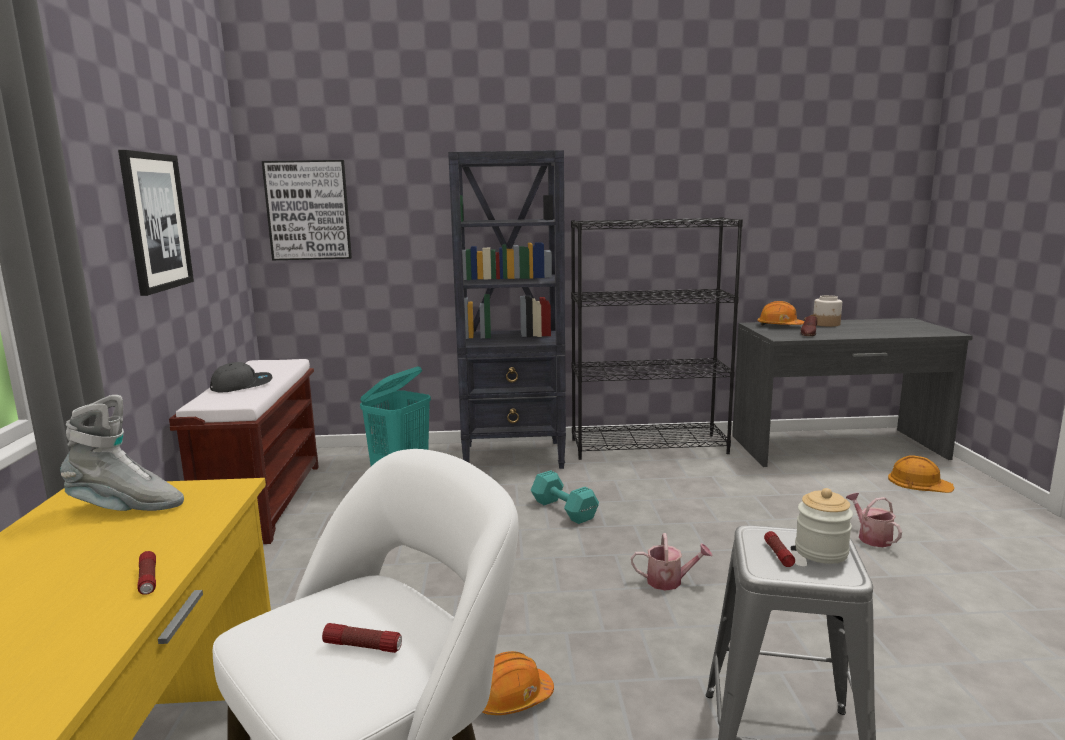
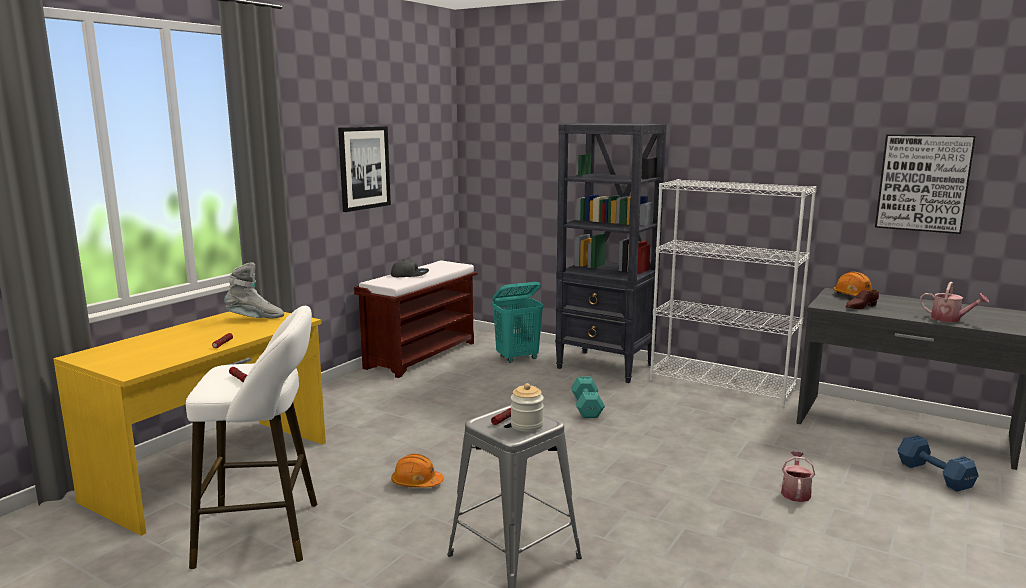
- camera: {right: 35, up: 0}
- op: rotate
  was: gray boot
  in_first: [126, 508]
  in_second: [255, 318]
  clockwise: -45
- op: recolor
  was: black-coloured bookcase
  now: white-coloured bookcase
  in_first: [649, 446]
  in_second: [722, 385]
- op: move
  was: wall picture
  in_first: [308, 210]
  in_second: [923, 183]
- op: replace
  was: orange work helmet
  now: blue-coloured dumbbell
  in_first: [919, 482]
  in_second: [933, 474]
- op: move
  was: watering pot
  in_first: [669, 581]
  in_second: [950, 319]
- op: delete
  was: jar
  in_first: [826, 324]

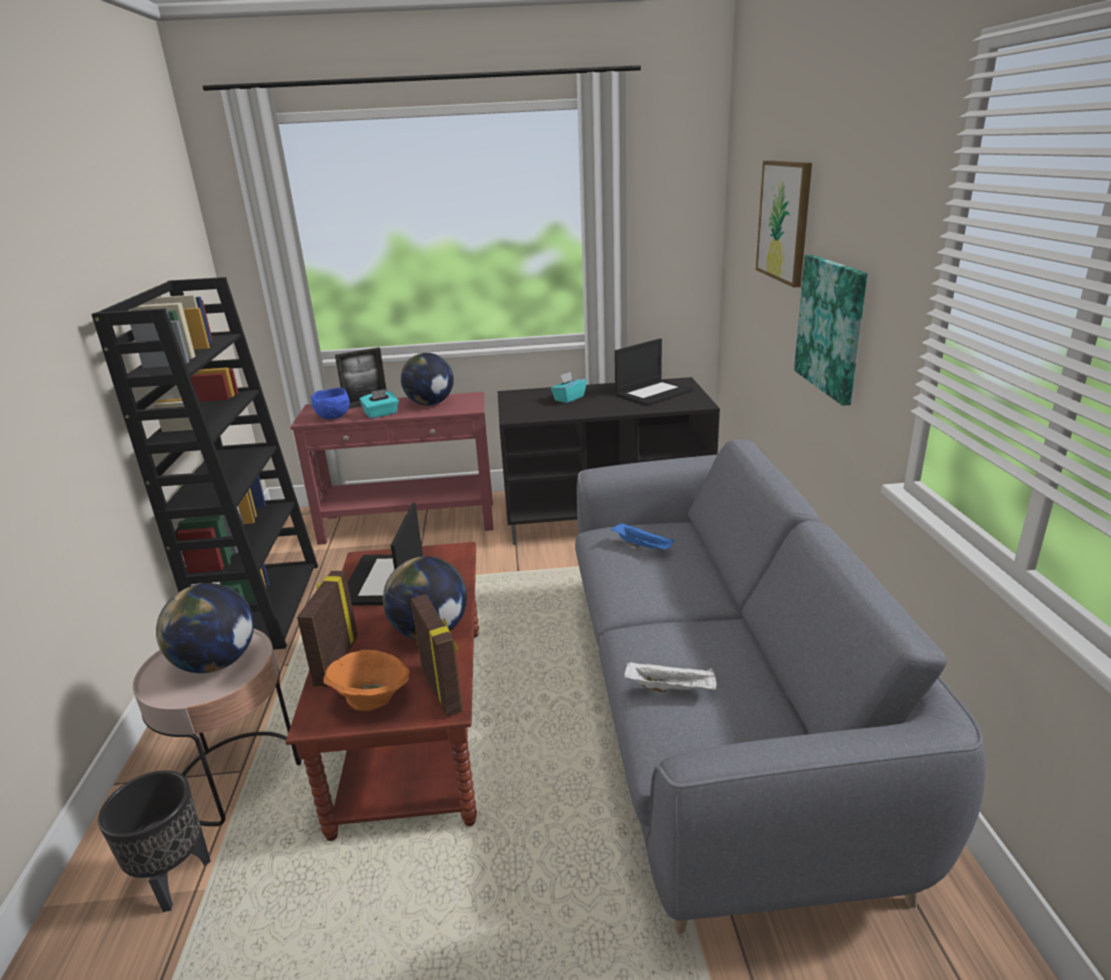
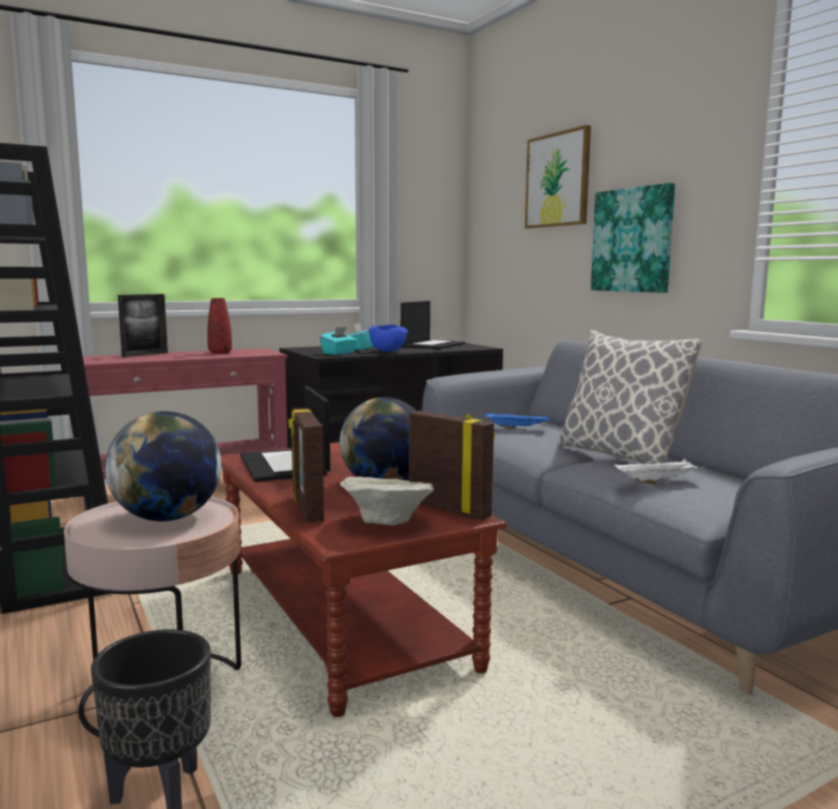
- camera: {right: -25, up: -15}
- op: replace
  was: desk globe
  now: red-coloured decorative vase
  in_first: [430, 404]
  in_second: [220, 353]
- op: move
  was: turquoise tissue holder
  in_first: [381, 414]
  in_second: [339, 353]
- op: recolor
  was: orange deep dish
  now: beige-coloured deep dish
  in_first: [372, 700]
  in_second: [386, 523]
- op: move
  was: blue-coloured deep dish
  in_first: [334, 417]
  in_second: [388, 351]
- op: insert
  now: pillow
  in_second: [619, 456]

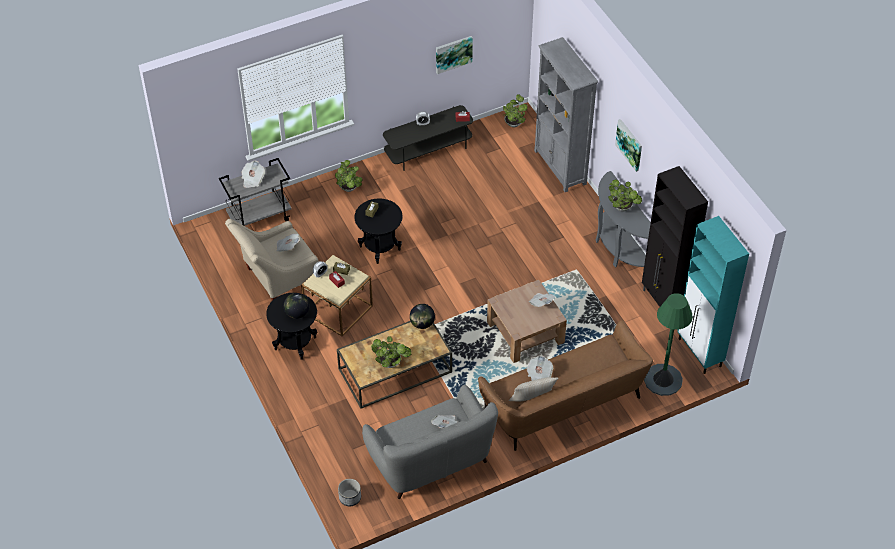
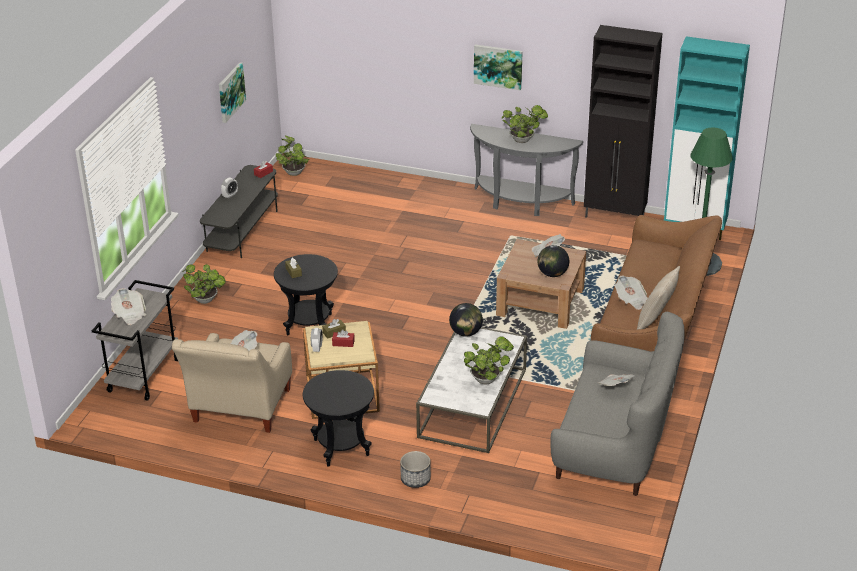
- camera: {right: -45, up: -15}
- op: move
  was: planter
  in_first: [349, 498]
  in_second: [415, 479]
- op: recolor
  was: brownish low table
  now: white-coloured low table
  in_first: [395, 371]
  in_second: [473, 403]
- op: move
  was: desk globe
  in_first: [297, 313]
  in_second: [552, 274]
- op: delete
  was: gray bookcase
  in_first: [560, 167]

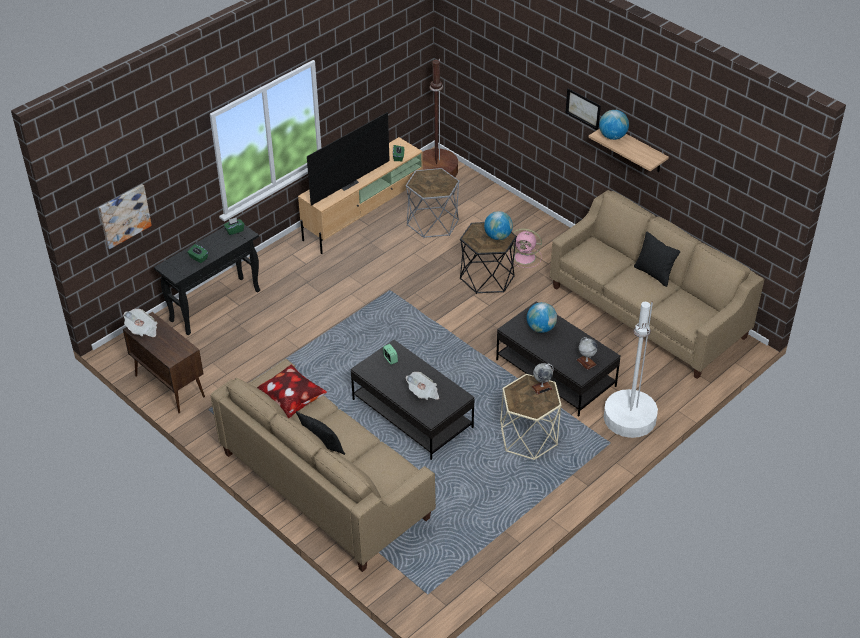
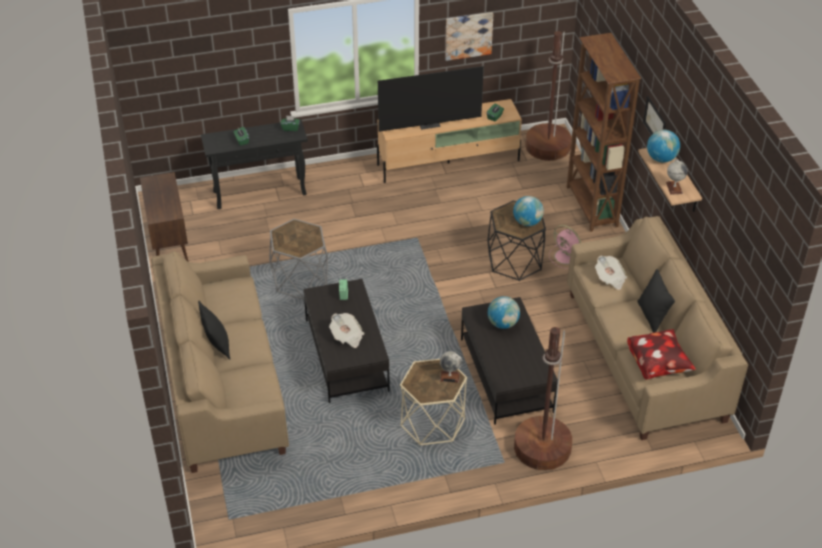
- camera: {right: 30, up: 0}
- op: move
  was: gray side table
  in_first: [432, 223]
  in_second: [300, 280]
- op: move
  was: wall picture
  in_first: [124, 215]
  in_second: [468, 35]
- op: recolor
  was: white-coloured standing lamp
  now: brownish standing lamp
  in_first: [629, 418]
  in_second: [542, 448]
- op: insert
  now: brownish bookcase
  in_second: [591, 207]
- op: move
  was: newspaper
  in_first: [142, 330]
  in_second: [610, 279]
- op: move
  was: pillow
  in_first: [291, 401]
  in_second: [658, 364]
- op: move
  was: desk globe
  in_first: [586, 362]
  in_second: [674, 188]

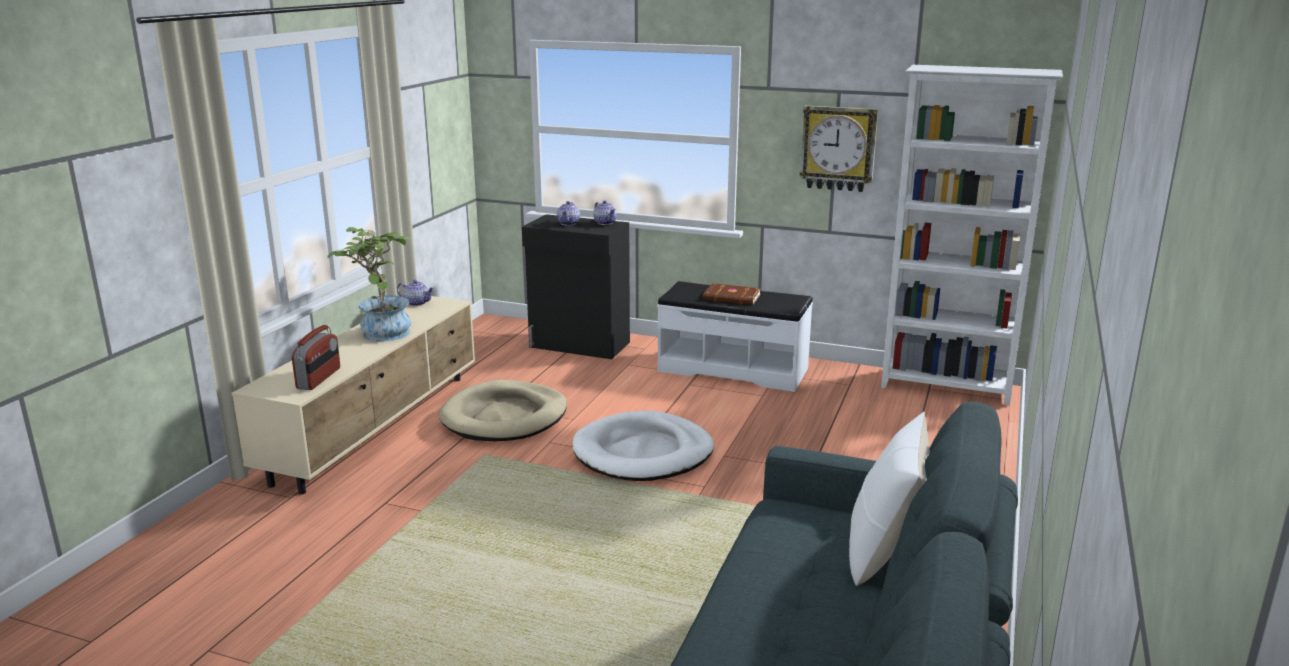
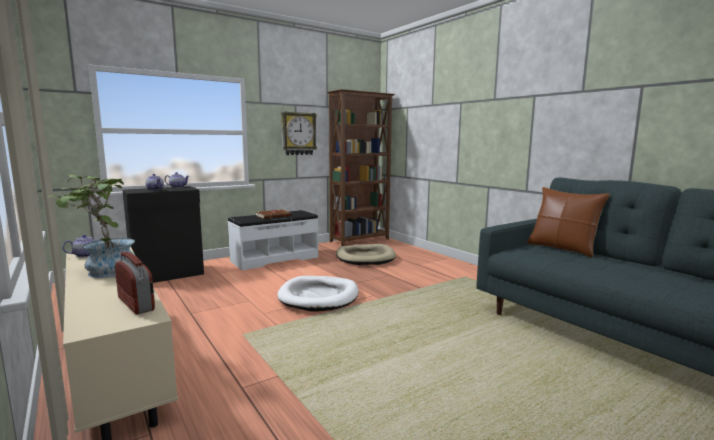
- camera: {right: -55, up: -10}
- op: recolor
  was: white-coloured bookcase
  now: brownish bookcase
  in_first: [947, 387]
  in_second: [360, 240]
- op: move
  was: beige-coloured dog bed
  in_first: [504, 417]
  in_second: [365, 257]
- op: recolor
  was: white-coloured pillow
  now: brownish pillow
  in_first: [883, 550]
  in_second: [562, 249]

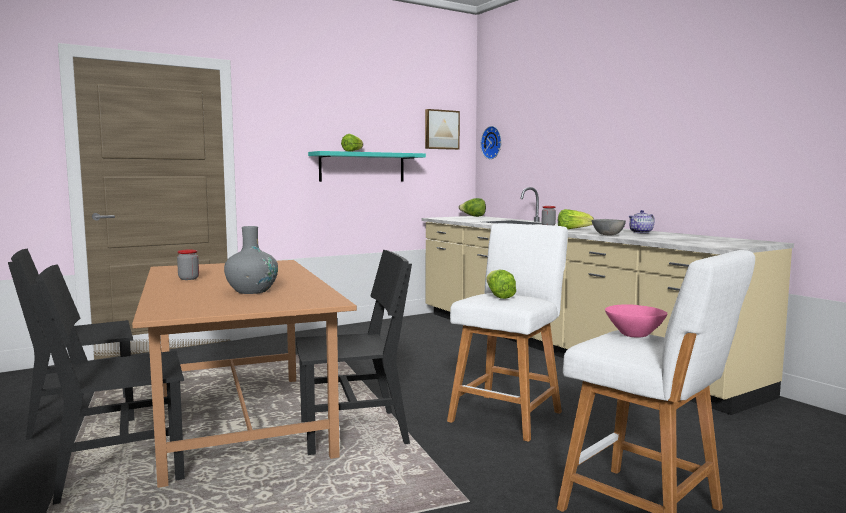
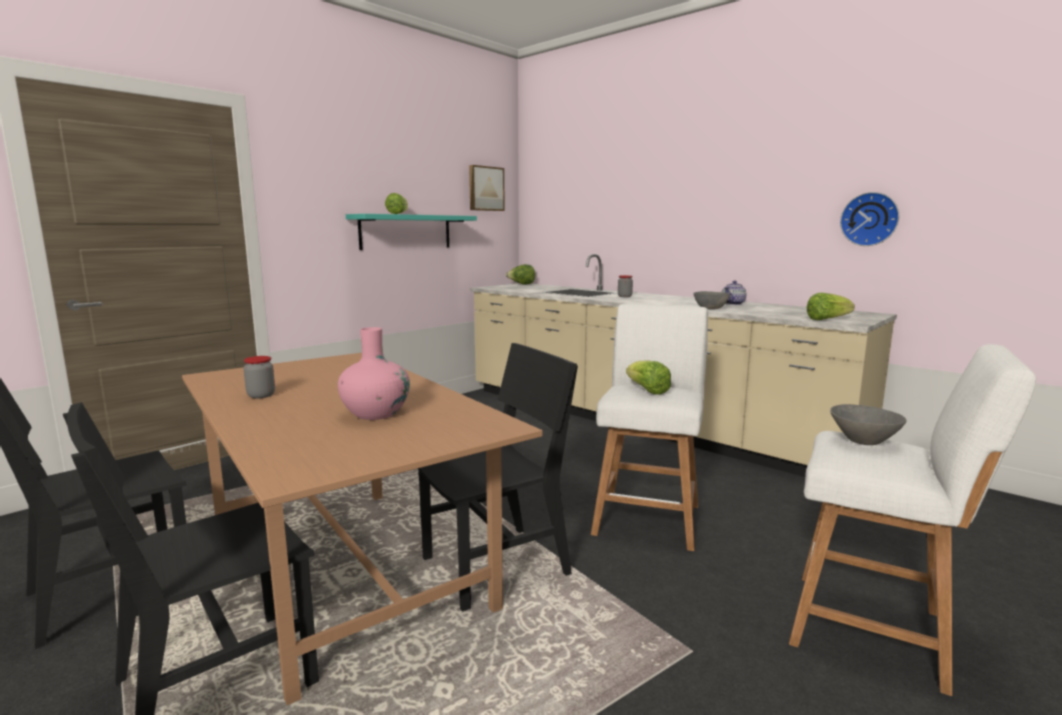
- camera: {right: -15, up: 5}
- op: recolor
  was: gray decorative vase
  now: pinkish decorative vase
  in_first: [252, 291]
  in_second: [375, 414]
- op: move
  was: lettuce head
  in_first: [572, 230]
  in_second: [827, 319]
- op: recolor
  was: pinkish deep dish
  now: gray deep dish
  in_first: [635, 334]
  in_second: [863, 440]
- op: move
  was: wall clock
  in_first: [493, 142]
  in_second: [870, 219]

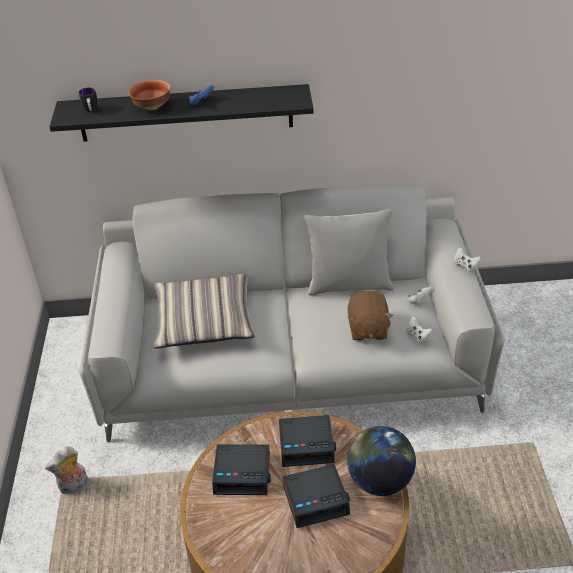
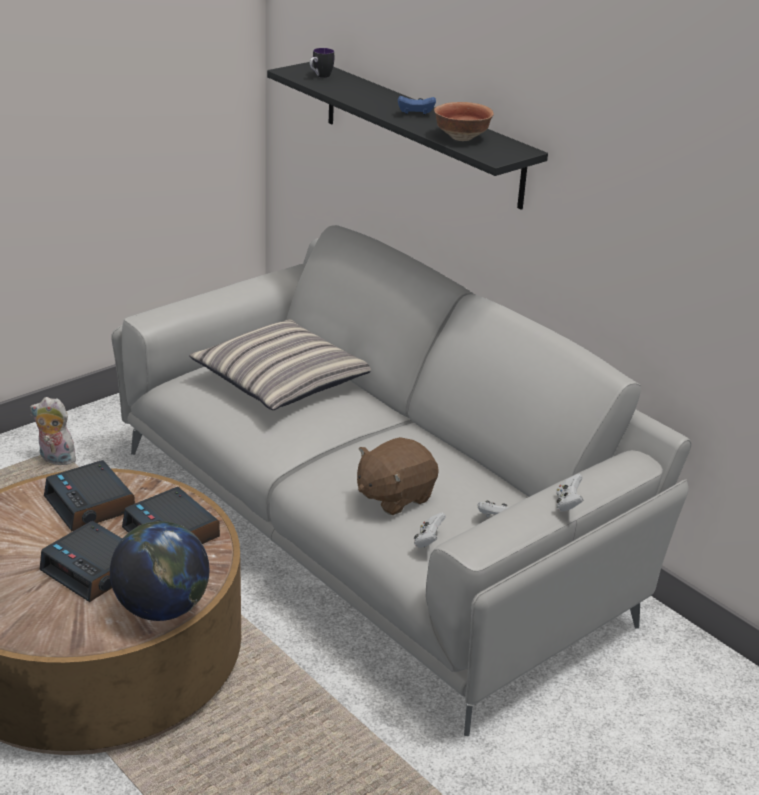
- camera: {right: 50, up: -10}
- op: move
  was: deep dish
  in_first: [152, 107]
  in_second: [461, 138]
- op: delete
  was: gray pillow
  in_first: [349, 284]

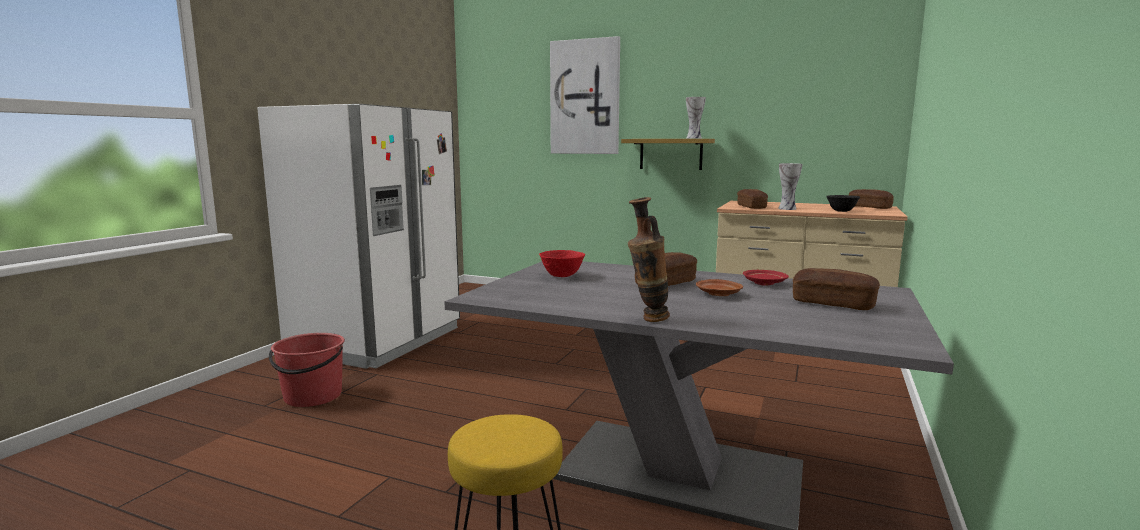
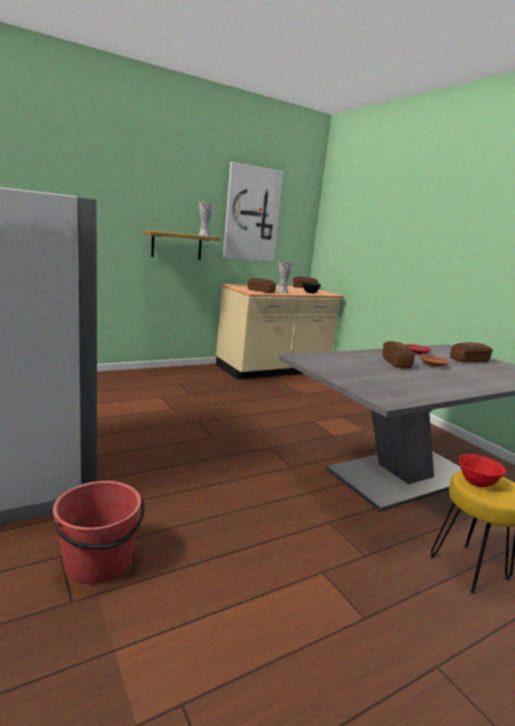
- camera: {right: -55, up: 5}
- op: move
  was: wall picture
  in_first: [585, 97]
  in_second: [251, 214]
- op: move
  was: red-coloured deep dish
  in_first: [562, 276]
  in_second: [476, 483]
- op: delete
  was: decorative vase
  in_first: [647, 319]

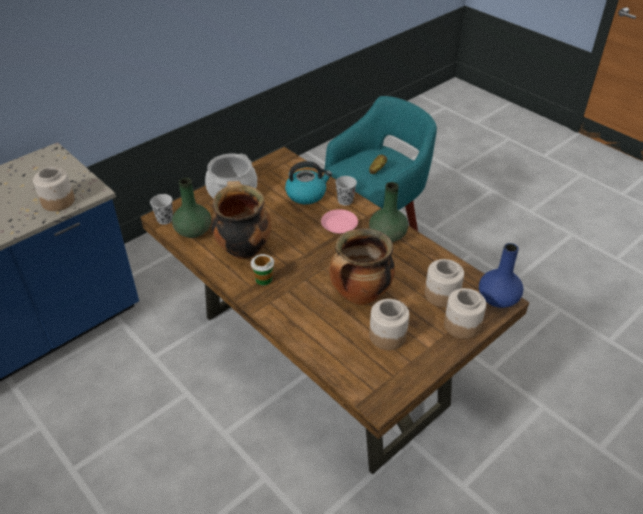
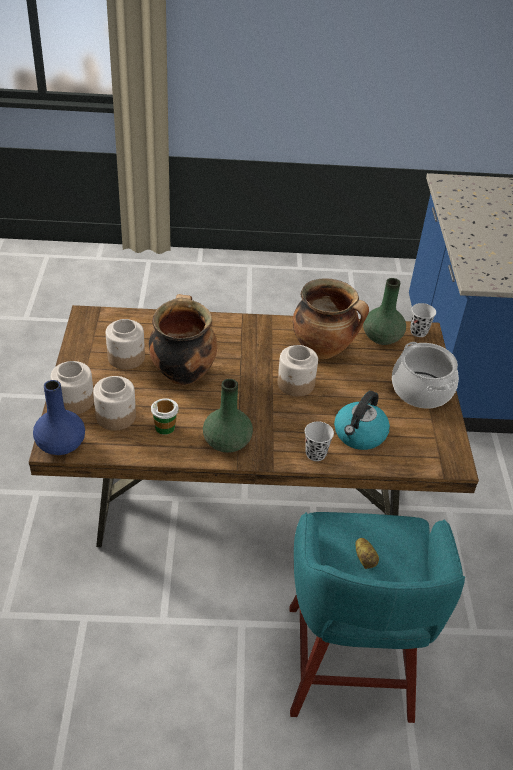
- camera: {right: 130, up: 0}
- op: move
  was: drinking cup
  in_first: [263, 279]
  in_second: [165, 427]
- op: move
  was: jar
  in_first: [58, 201]
  in_second: [296, 384]
- op: delete
  was: pinkish dinner plate
  in_first: [339, 224]

